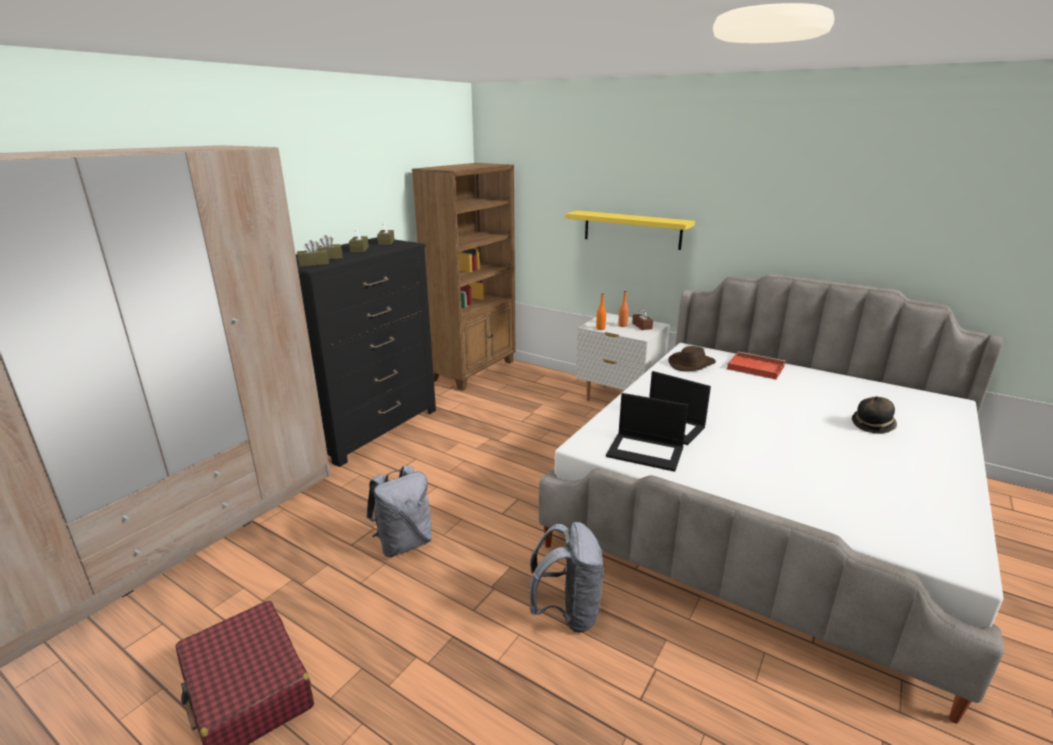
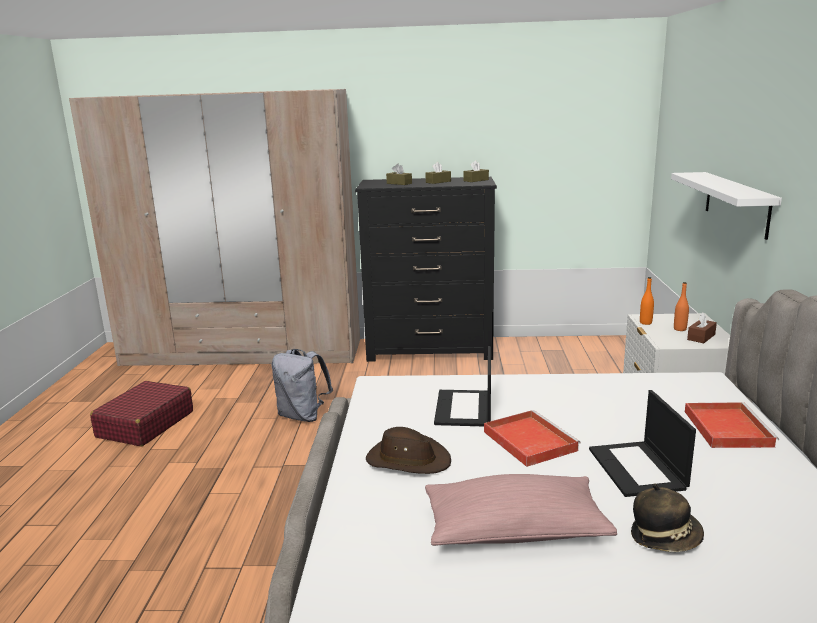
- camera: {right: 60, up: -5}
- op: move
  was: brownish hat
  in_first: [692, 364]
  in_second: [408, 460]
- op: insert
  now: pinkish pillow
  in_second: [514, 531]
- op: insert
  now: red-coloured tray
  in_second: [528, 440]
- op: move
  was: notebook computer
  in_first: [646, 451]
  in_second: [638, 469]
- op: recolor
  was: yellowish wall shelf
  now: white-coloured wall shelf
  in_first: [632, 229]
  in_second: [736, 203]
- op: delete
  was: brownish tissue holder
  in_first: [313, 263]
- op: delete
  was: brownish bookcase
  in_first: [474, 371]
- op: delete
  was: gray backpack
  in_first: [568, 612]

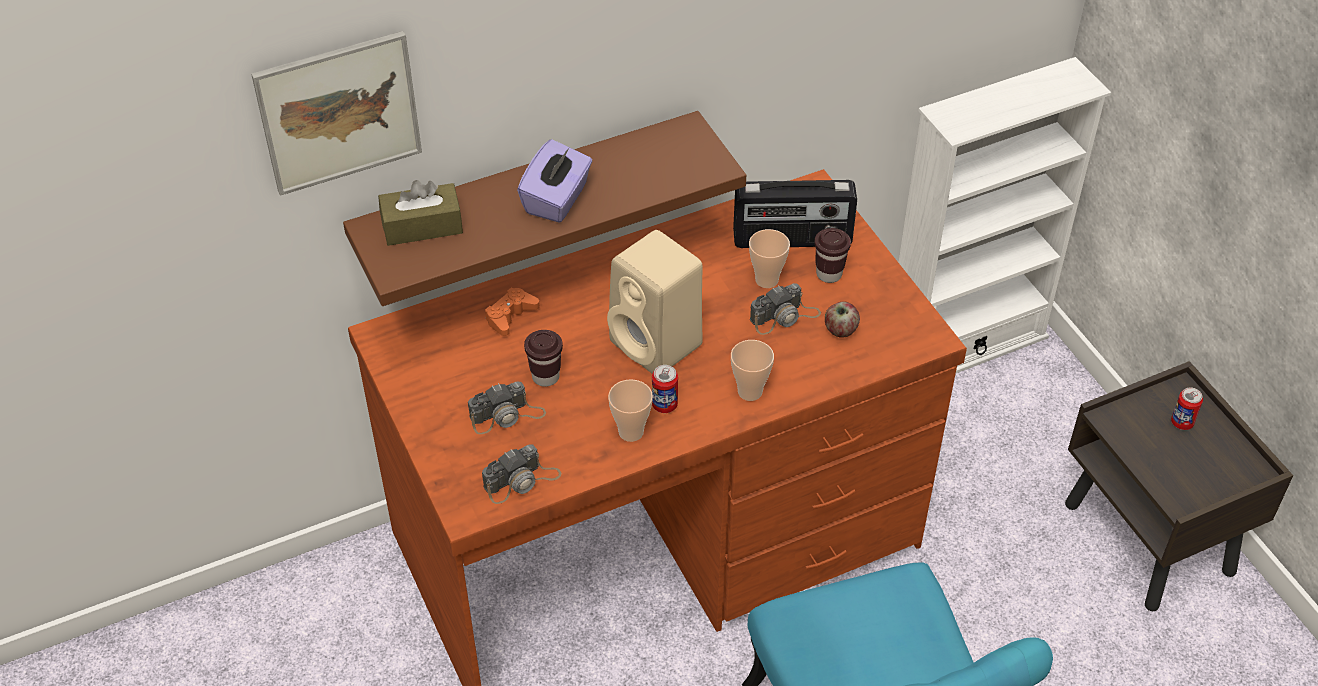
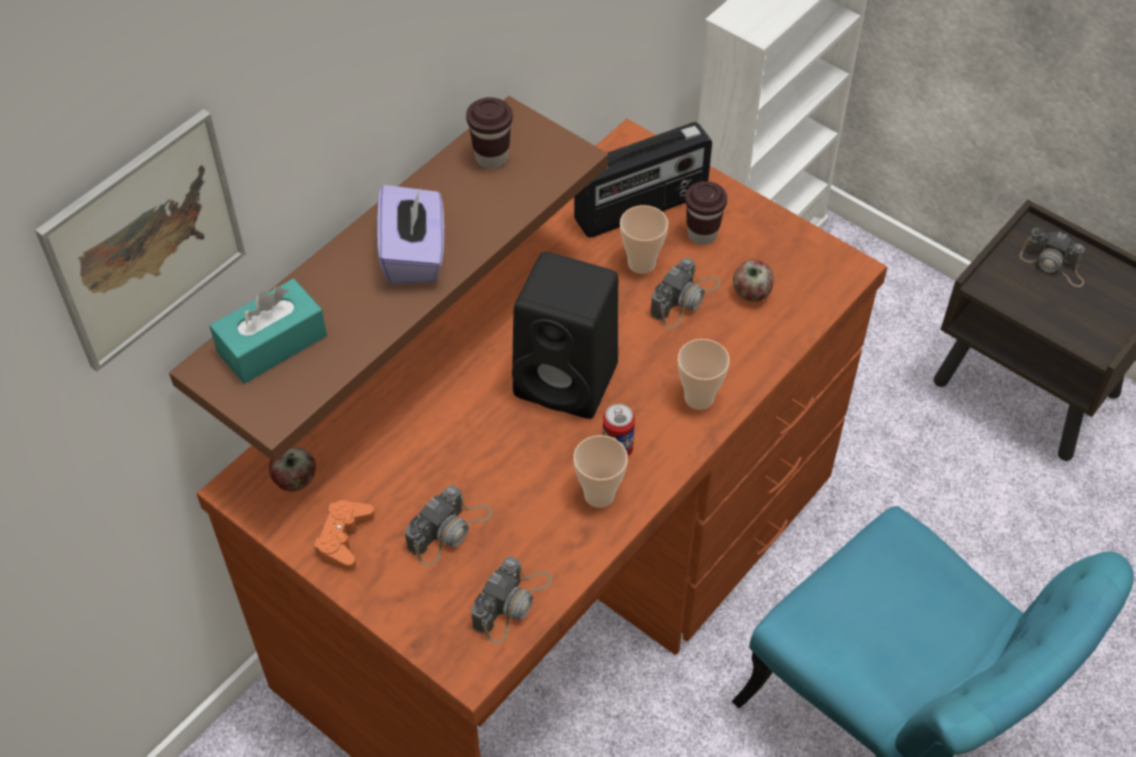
- camera: {right: -25, up: 5}
- op: recolor
  was: brownish tissue holder
  now: turquoise tissue holder
  in_first: [422, 226]
  in_second: [272, 344]
- op: insert
  now: apple fruit
  in_second: [295, 481]
- op: move
  was: orange game controller
  in_first: [510, 316]
  in_second: [344, 538]
- op: move
  was: brownish drinking cup
  in_first: [545, 377]
  in_second: [491, 158]
- op: recolor
  was: beige-coloured audio speaker
  now: black-coloured audio speaker
  in_first: [658, 344]
  in_second: [569, 380]
- op: replace
  was: sealed can
  now: photo camera
  in_first: [1182, 422]
  in_second: [1053, 264]

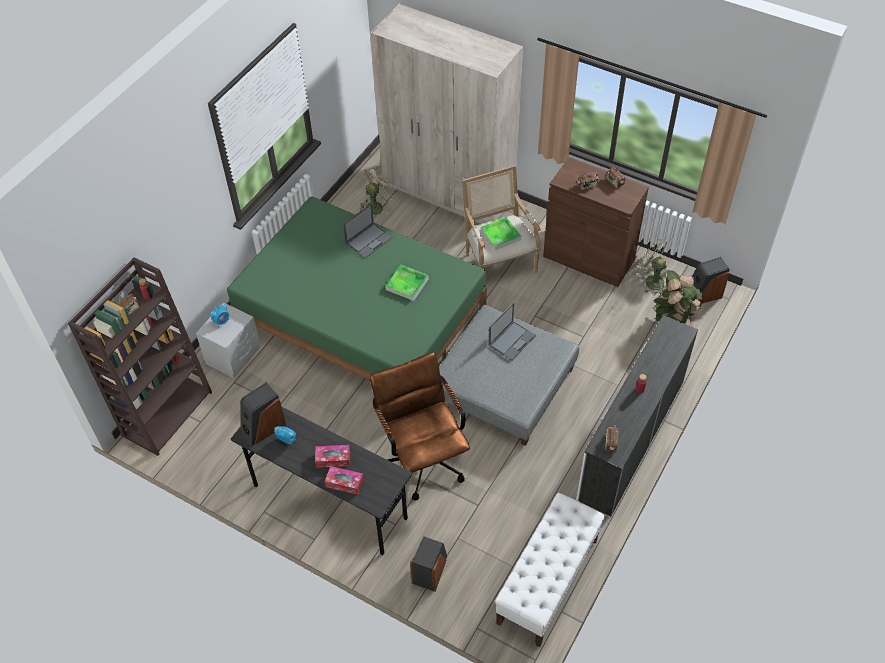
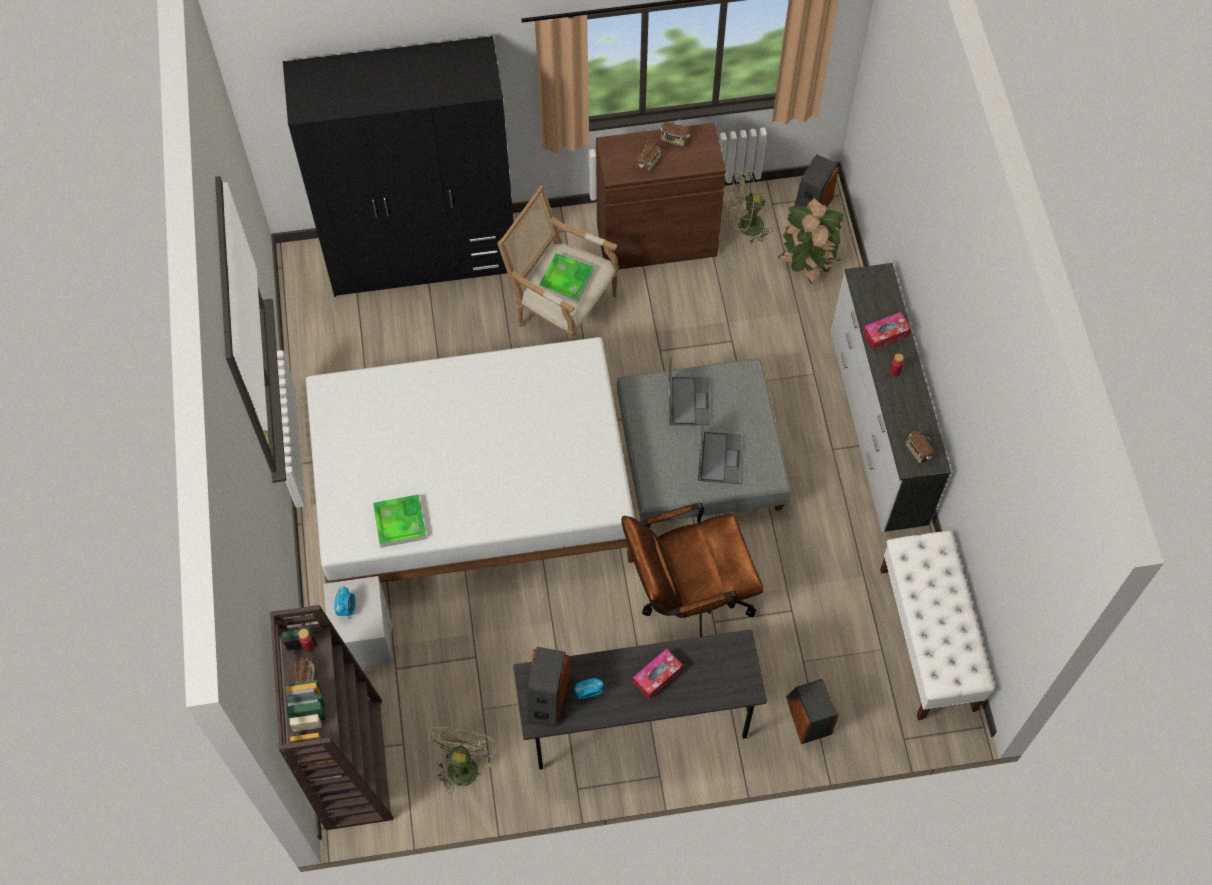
- camera: {right: -40, up: 10}
- op: recolor
  was: beige-coloured armoire
  now: black-coloured armoire
  in_first: [448, 192]
  in_second: [423, 257]
- op: recolor
  was: greenish bedroom bed
  now: white-coloured bedroom bed
  in_first: [361, 320]
  in_second: [473, 488]
- op: move
  was: tray
  in_first: [407, 284]
  in_second: [400, 522]
- op: move
  was: greenish fan
  in_first: [377, 206]
  in_second: [463, 763]
- op: rotate
  was: brownish computer chair
  in_first: [422, 456]
  in_second: [687, 599]
  clockwise: -45
- op: move
  was: notebook computer
  in_first: [369, 240]
  in_second: [719, 457]
- op: move
  was: tissue holder
  in_first: [344, 483]
  in_second: [885, 334]

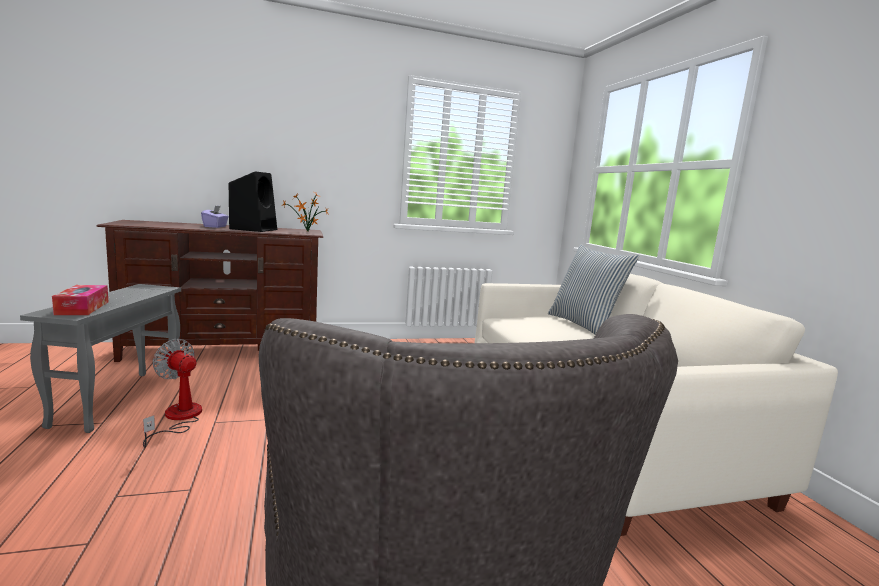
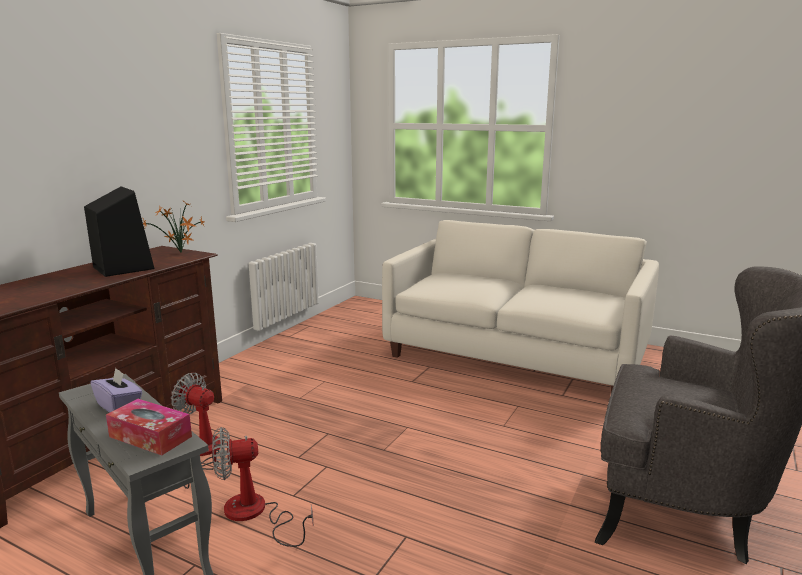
- camera: {right: -45, up: 5}
- op: move
  was: purplish tissue holder
  in_first: [215, 226]
  in_second: [119, 406]
- op: insert
  now: fan
  in_second: [202, 454]
- op: delete
  was: pillow
  in_first: [584, 325]

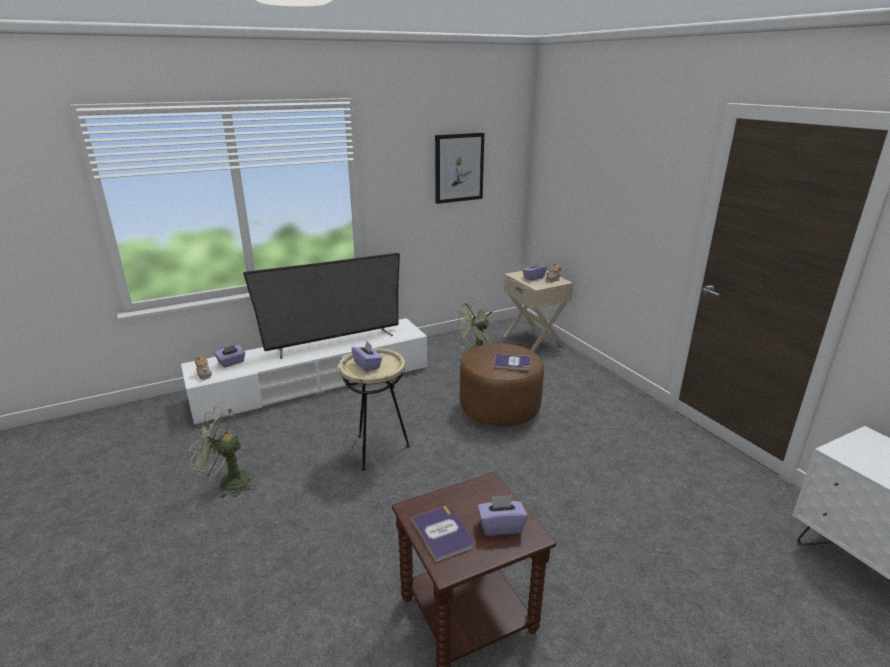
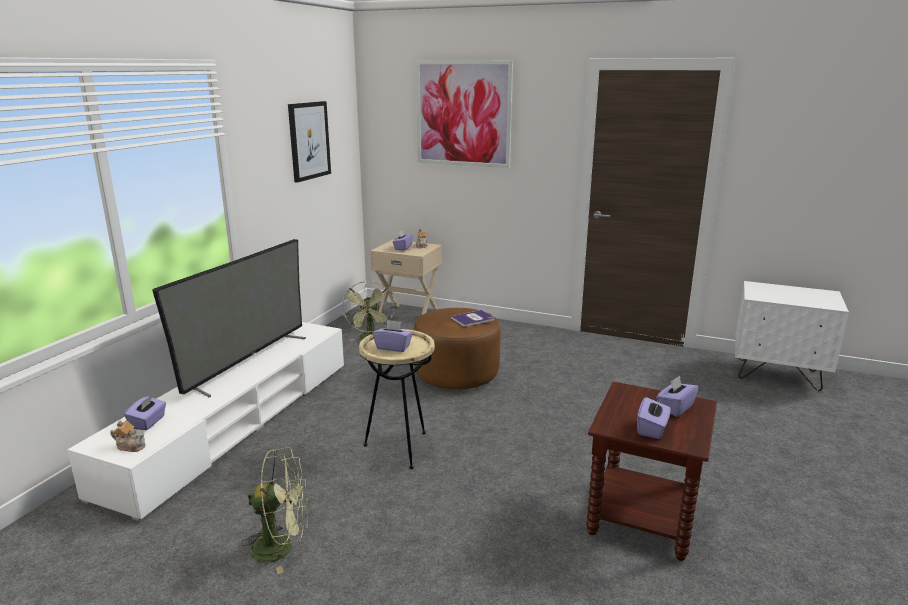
- camera: {right: -40, up: -5}
- op: rotate
  was: greenish fan
  in_first: [227, 481]
  in_second: [282, 547]
  clockwise: -150
- op: insert
  now: wall picture
  in_second: [463, 114]
- op: replace
  was: book
  now: purplish tissue holder
  in_first: [442, 533]
  in_second: [652, 429]

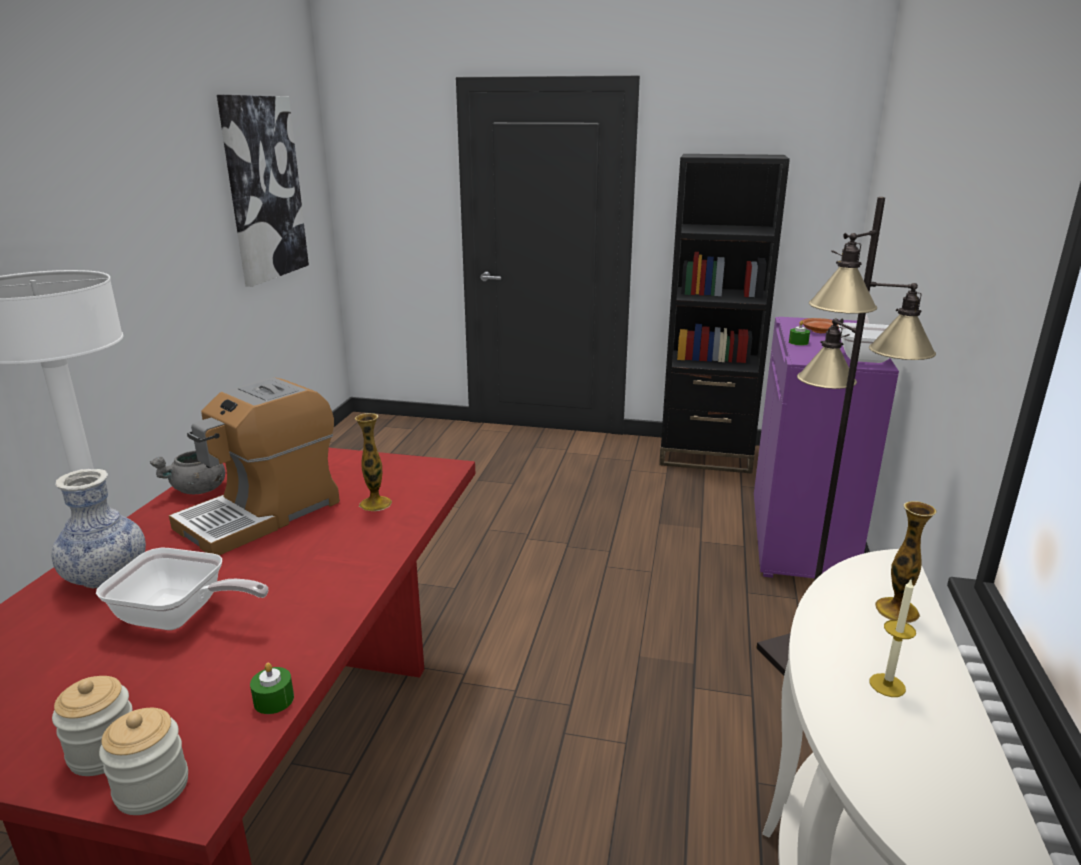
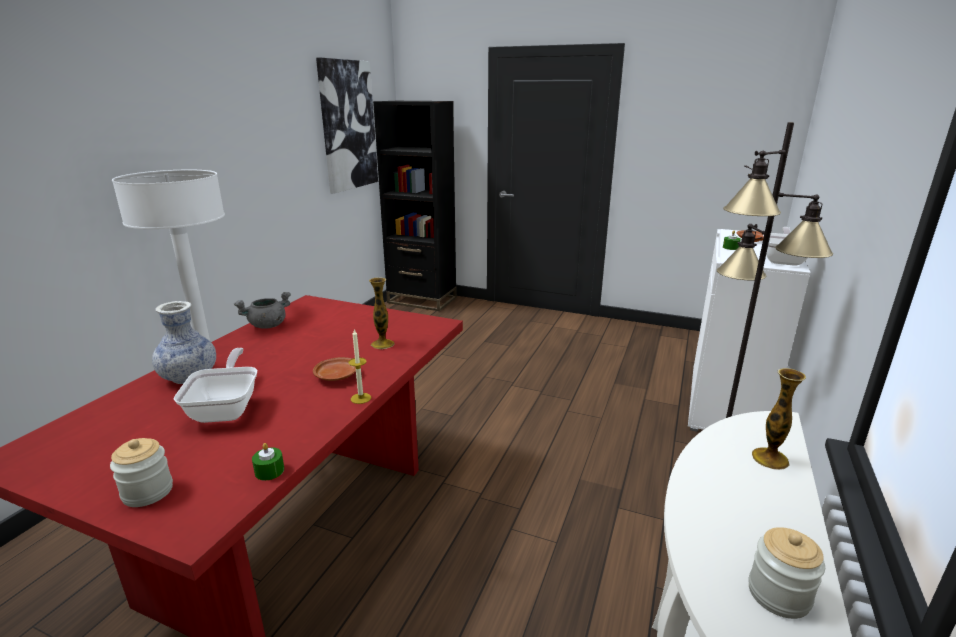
- camera: {right: 10, up: 0}
- op: rotate
  was: frying pan
  in_first: [180, 617]
  in_second: [227, 408]
  clockwise: -120
- op: insert
  now: brownish dinner plate
  in_second: [337, 376]
- op: move
  was: wax candle
  in_first: [887, 685]
  in_second: [361, 398]
- op: move
  was: black-coloured bookcase
  in_first: [705, 456]
  in_second: [422, 300]
- op: recolor
  was: purplish cupboard
  now: white-coloured cupboard
  in_first: [802, 538]
  in_second: [727, 404]
- op: move
  was: jar
  in_first: [152, 788]
  in_second: [778, 594]
- op: delete
  was: coffee machine
  in_first: [262, 514]

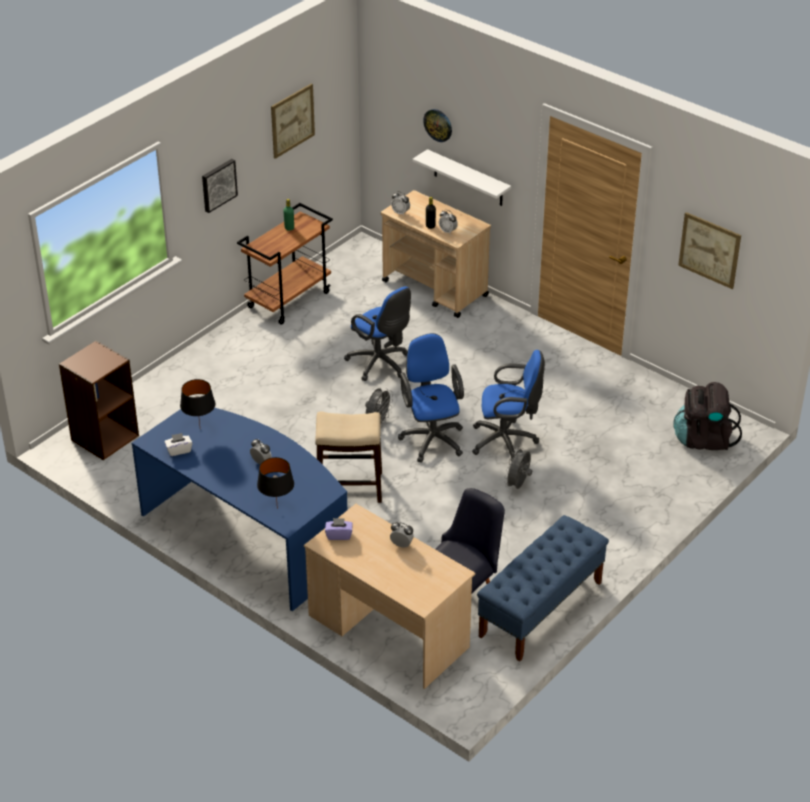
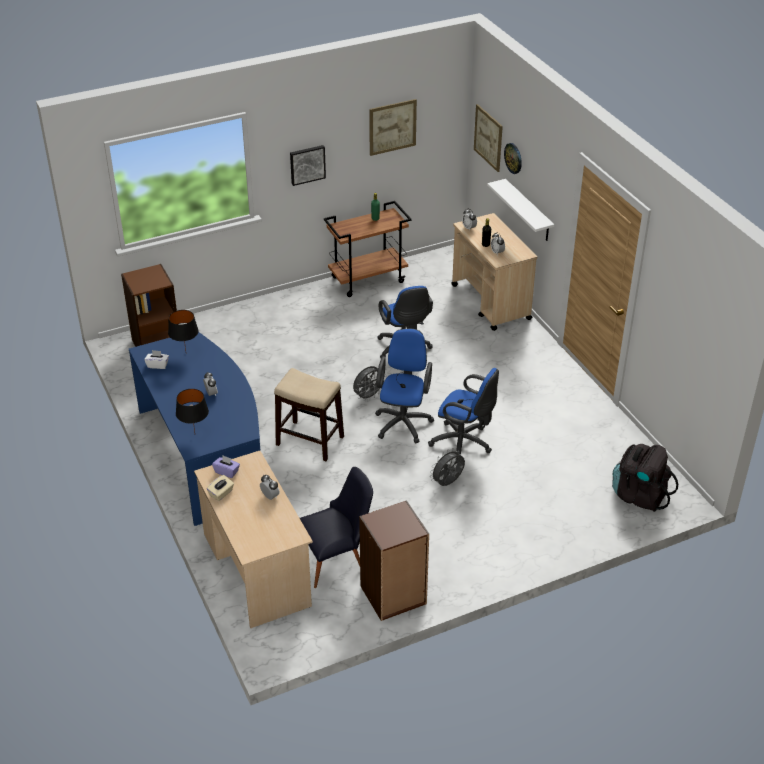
- camera: {right: 25, up: 0}
- op: insert
  now: beige-coloured tissue holder
  in_second: [221, 493]
- op: replace
  was: blue-coloured long seat
  now: brownish bookcase
  in_first: [540, 609]
  in_second: [393, 595]
- op: move
  was: wall picture
  in_first: [709, 250]
  in_second: [488, 137]

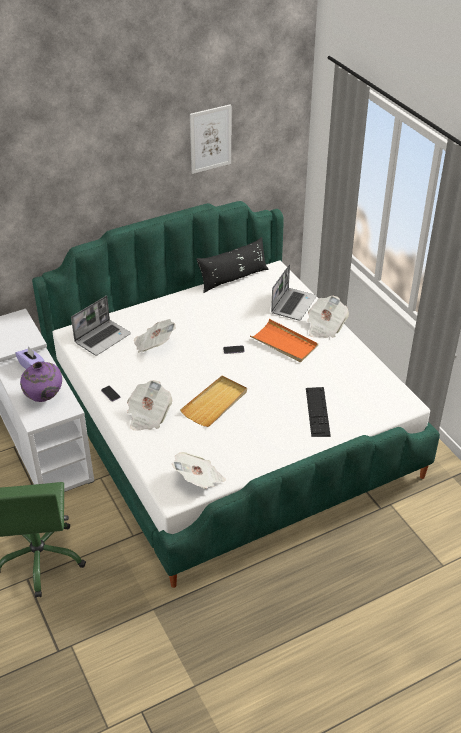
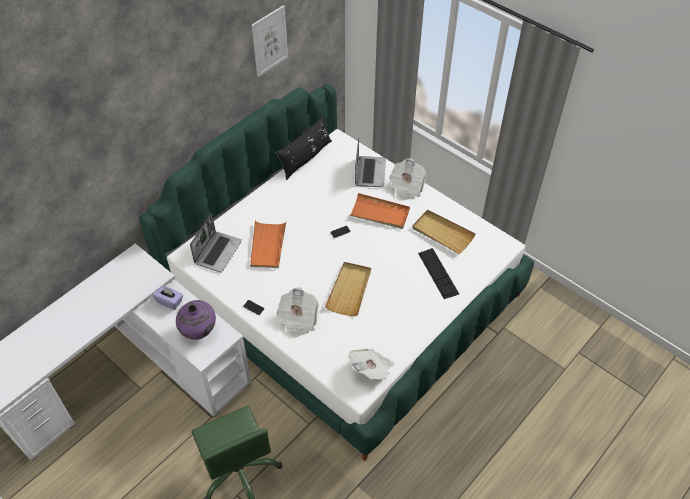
- camera: {right: -20, up: 10}
- op: replace
  was: newspaper
  now: orange tray
  in_first: [154, 344]
  in_second: [267, 246]
- op: insert
  now: beige-coloured tray
  in_second: [442, 233]

